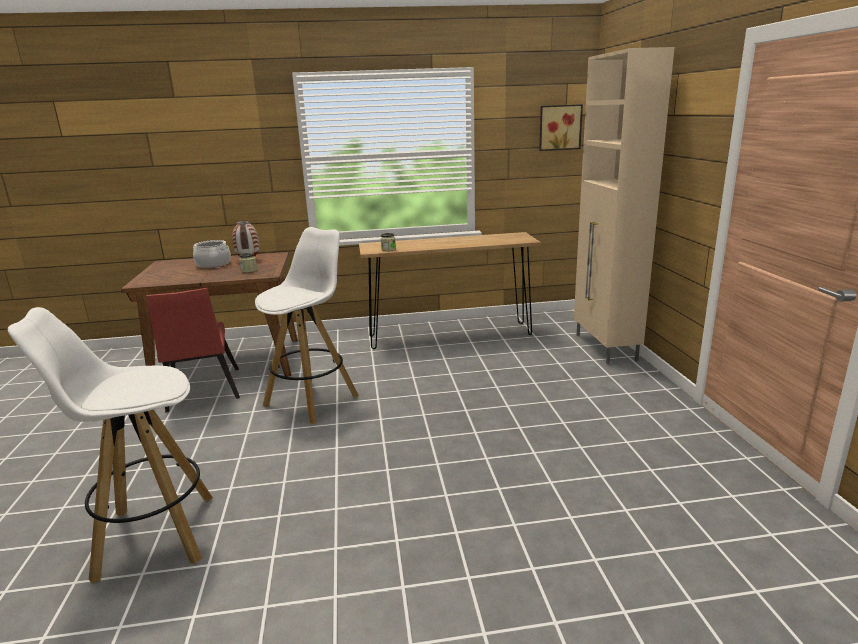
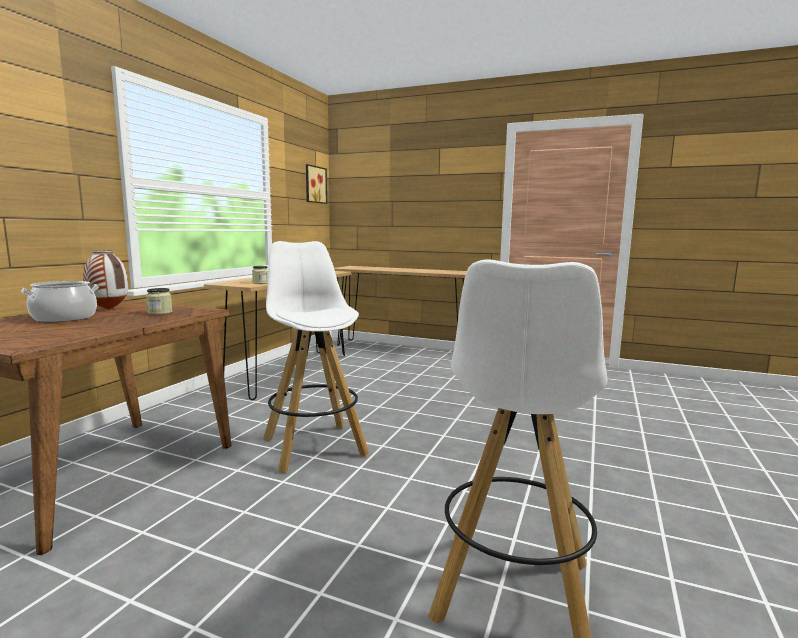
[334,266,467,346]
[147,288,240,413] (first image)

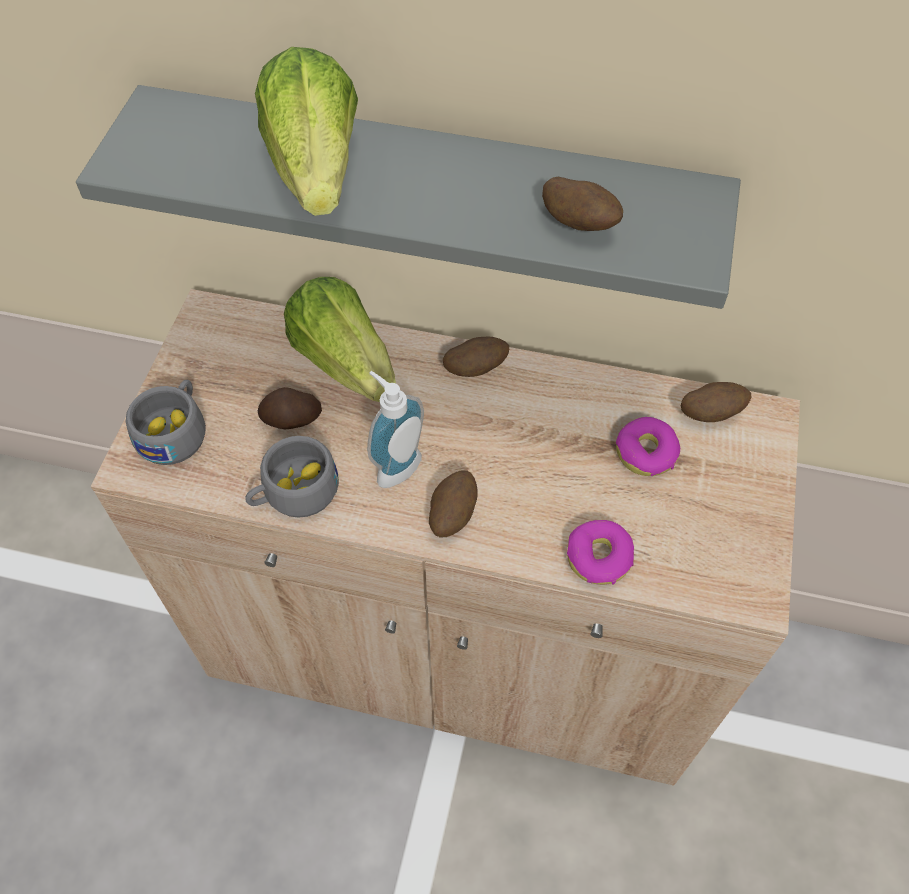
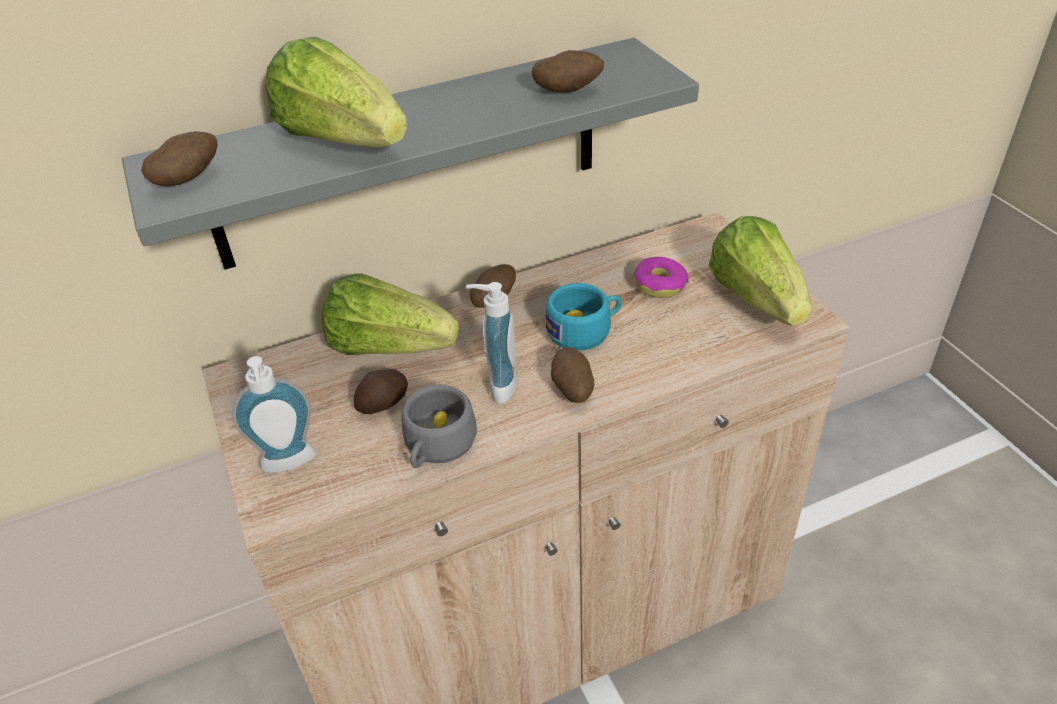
[141,131,218,187]
[232,356,316,473]
[545,283,622,351]
[709,216,811,326]
[567,520,634,585] (first image)

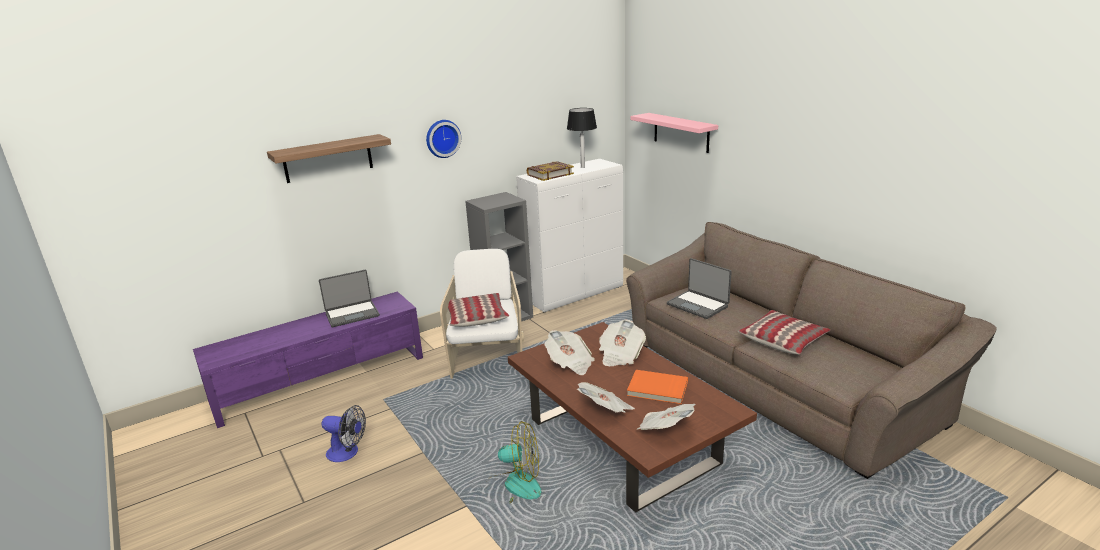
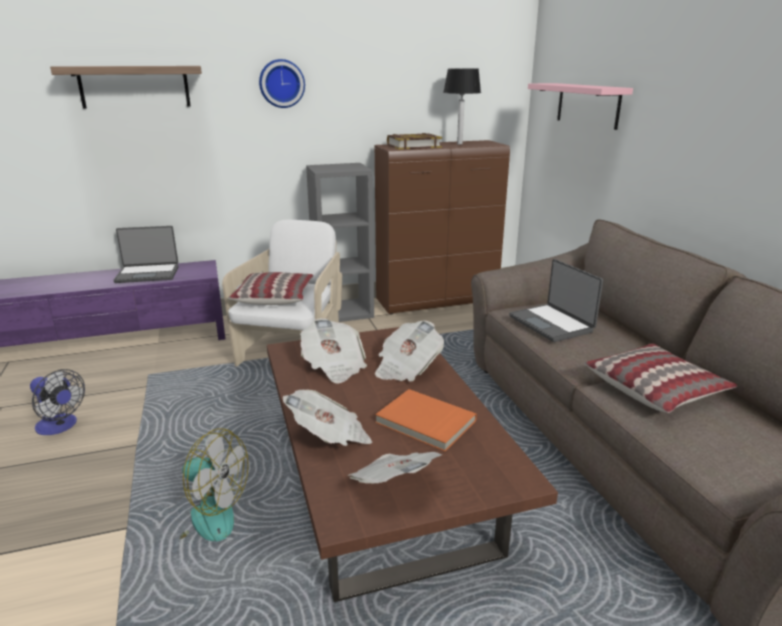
[375,140,510,315]

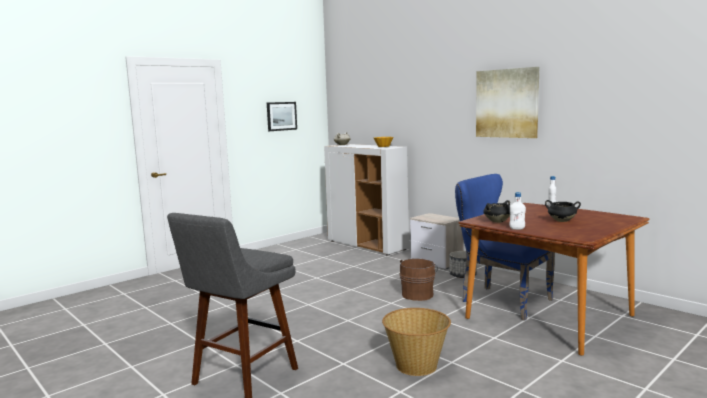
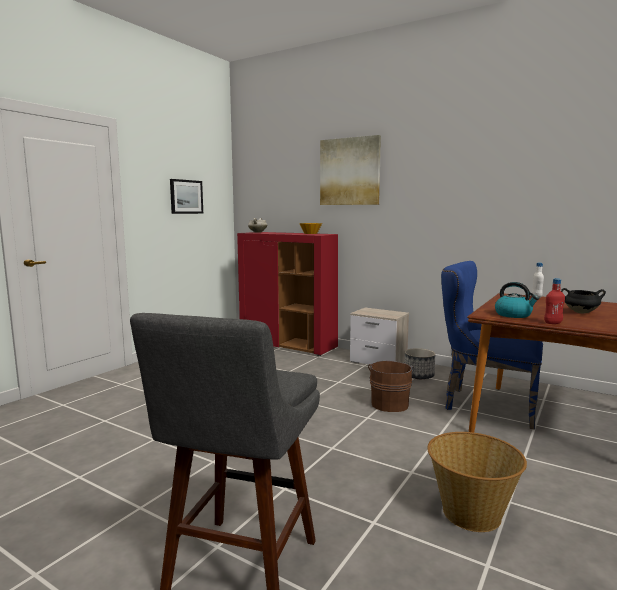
[237,232,338,356]
[320,135,381,205]
[495,282,539,318]
[544,278,565,324]

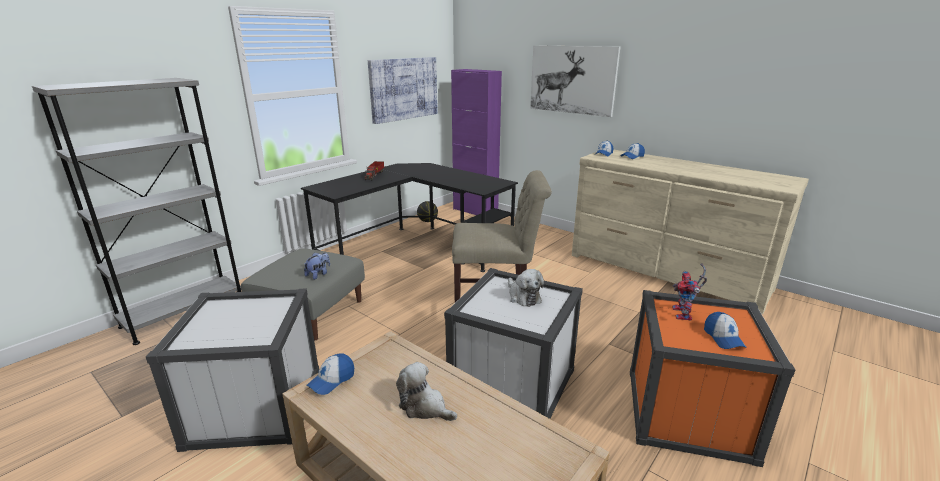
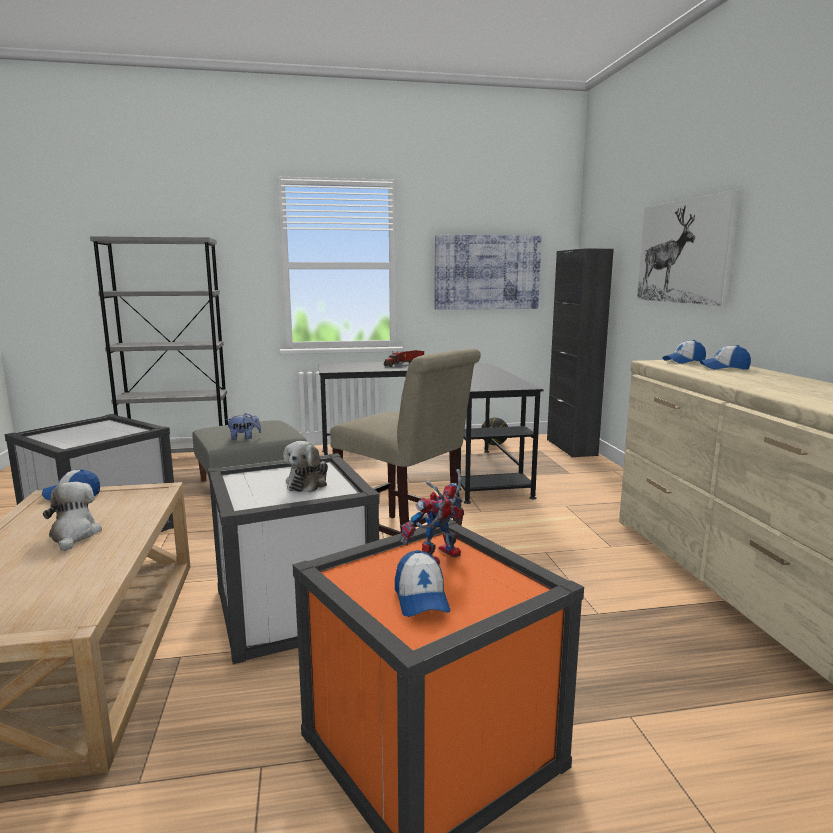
[395,550,451,617]
[547,248,614,457]

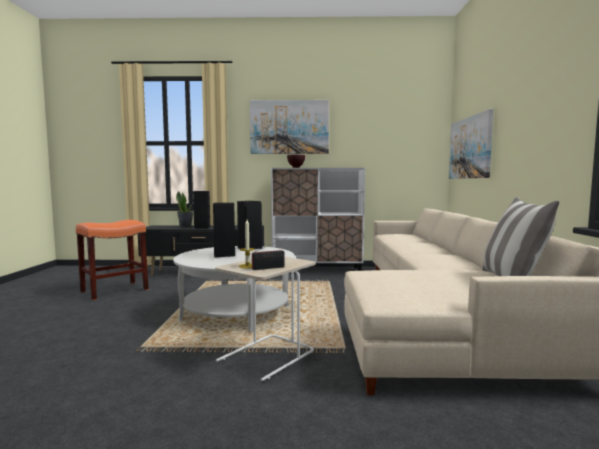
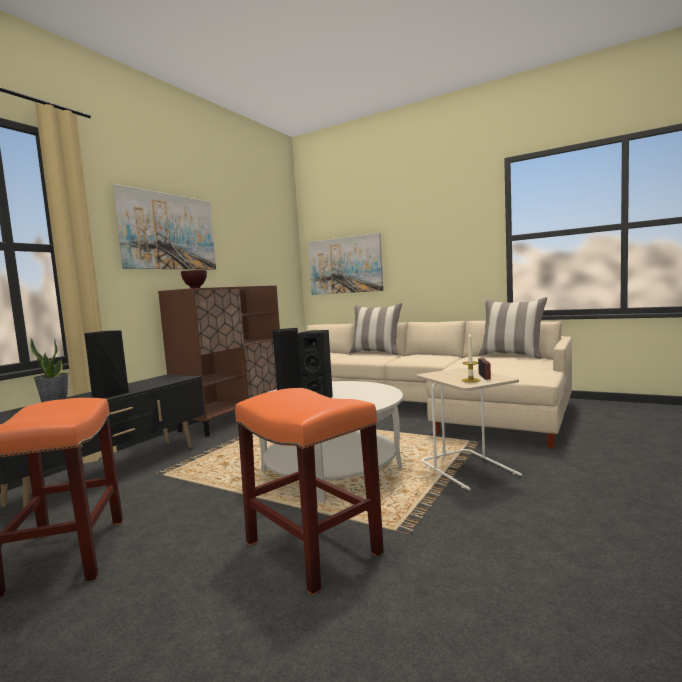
[158,286,280,436]
[235,388,384,595]
[349,303,402,355]

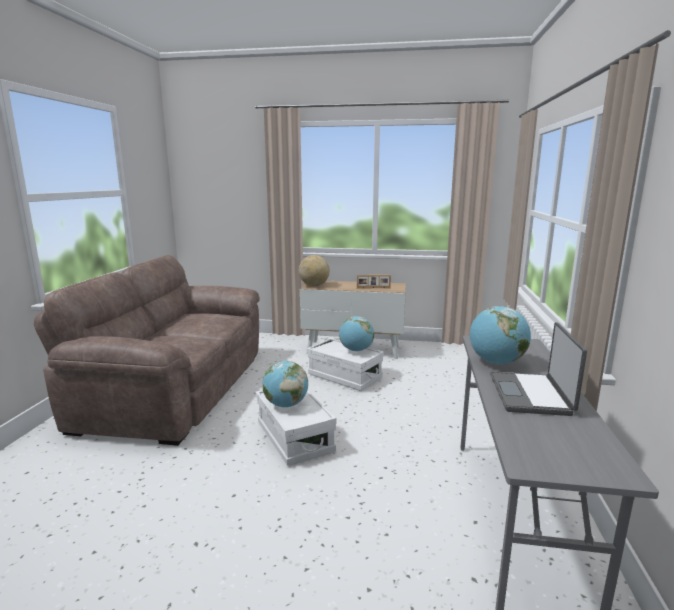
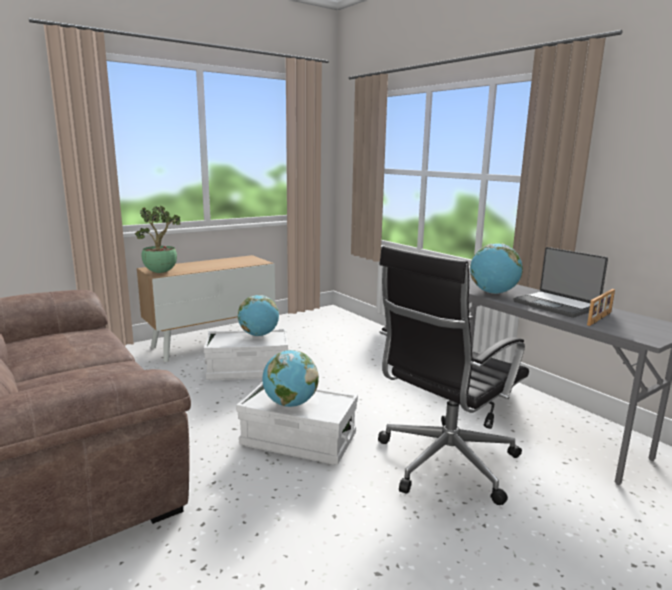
[135,205,181,273]
[378,246,529,505]
[587,289,615,326]

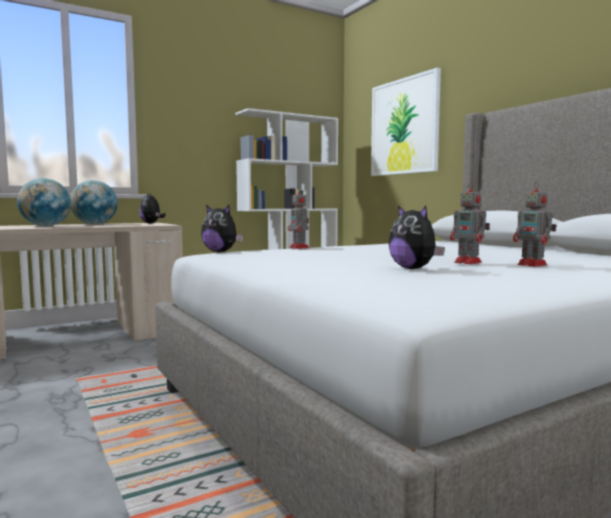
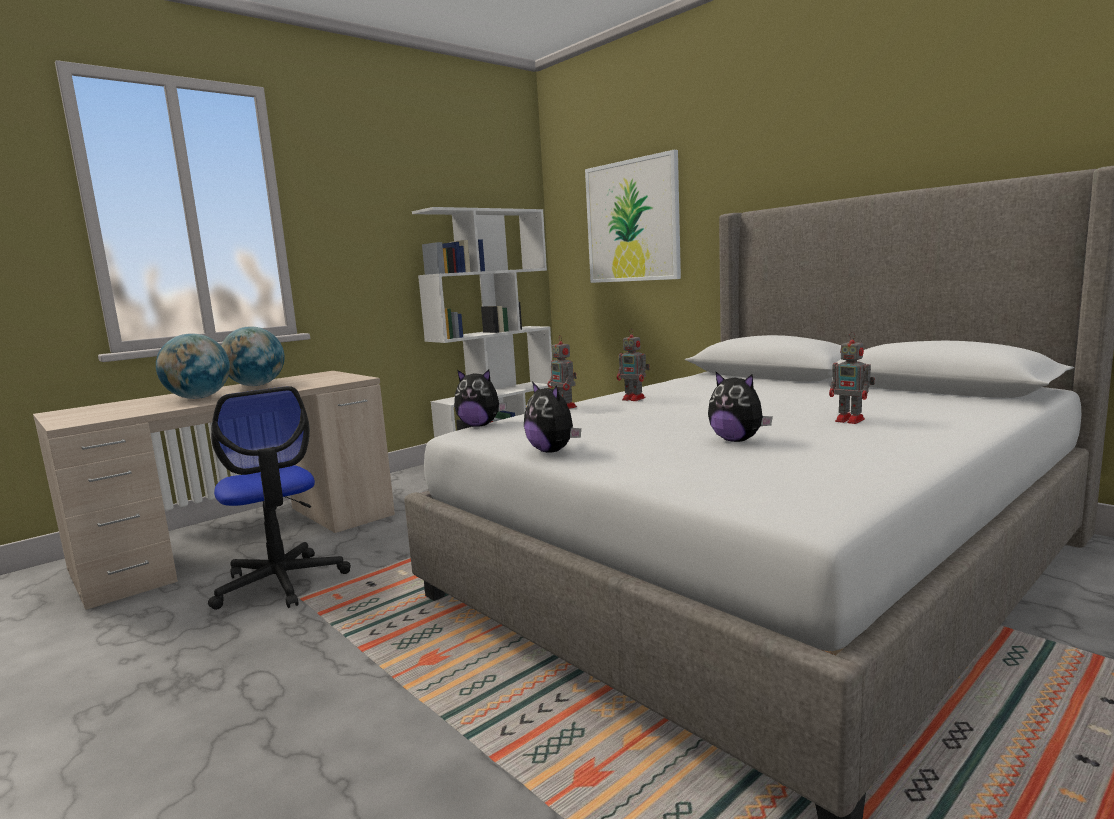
[208,386,351,610]
[524,382,581,452]
[617,329,650,401]

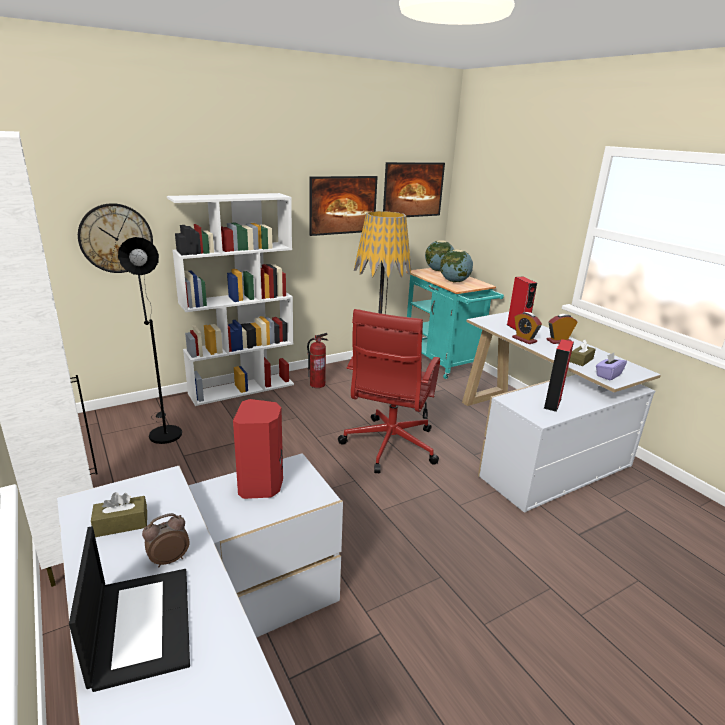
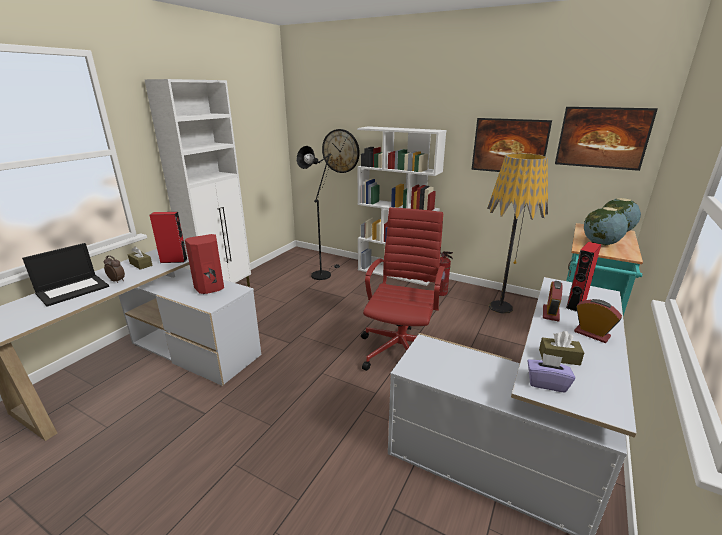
[150,212,187,263]
[361,207,445,371]

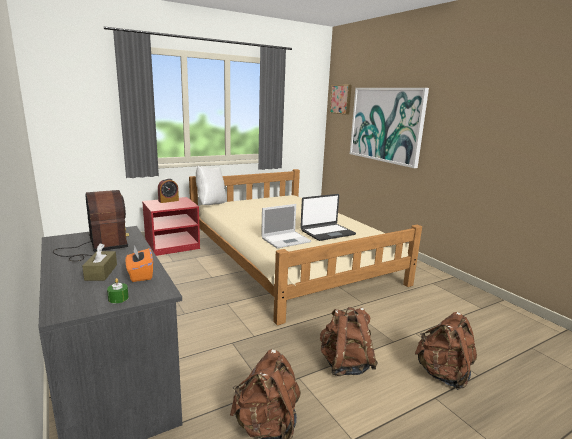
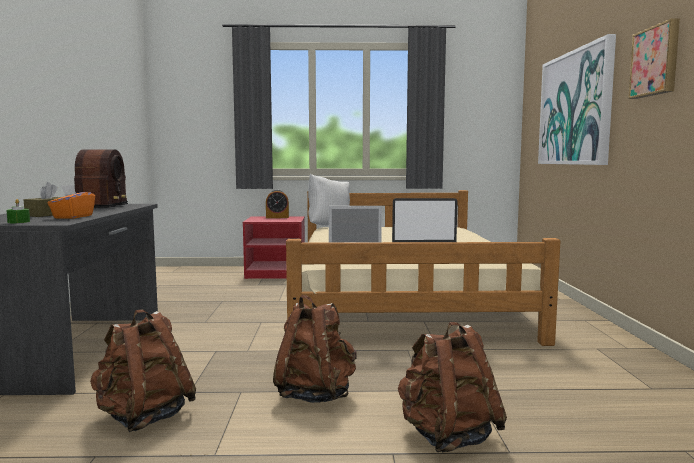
[628,18,680,99]

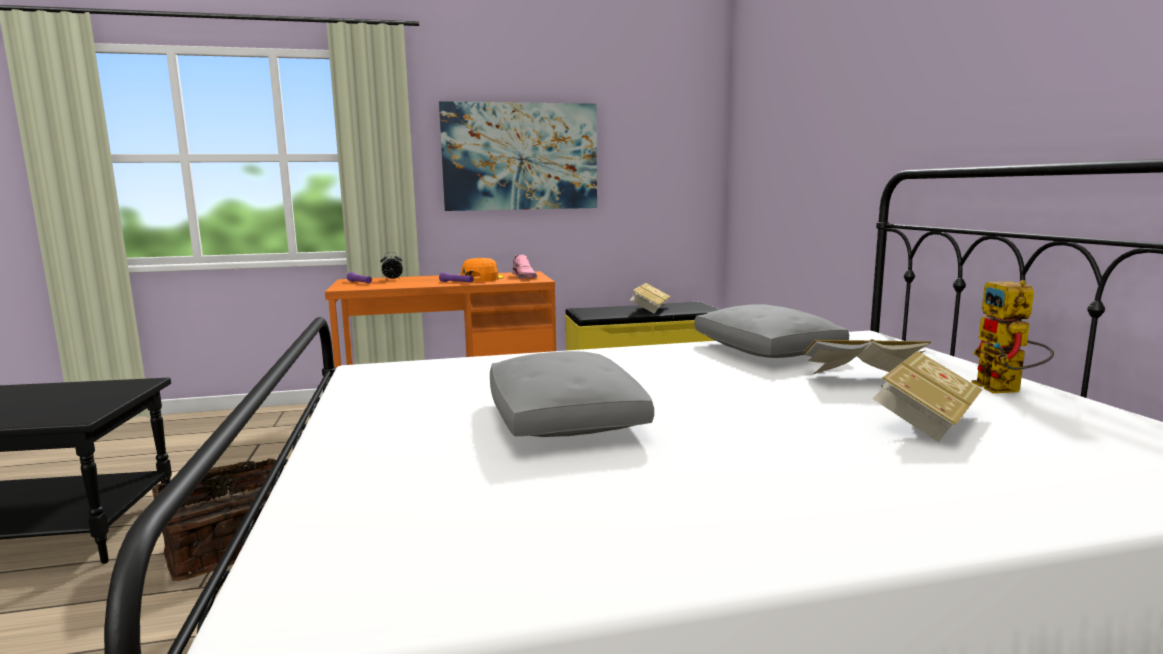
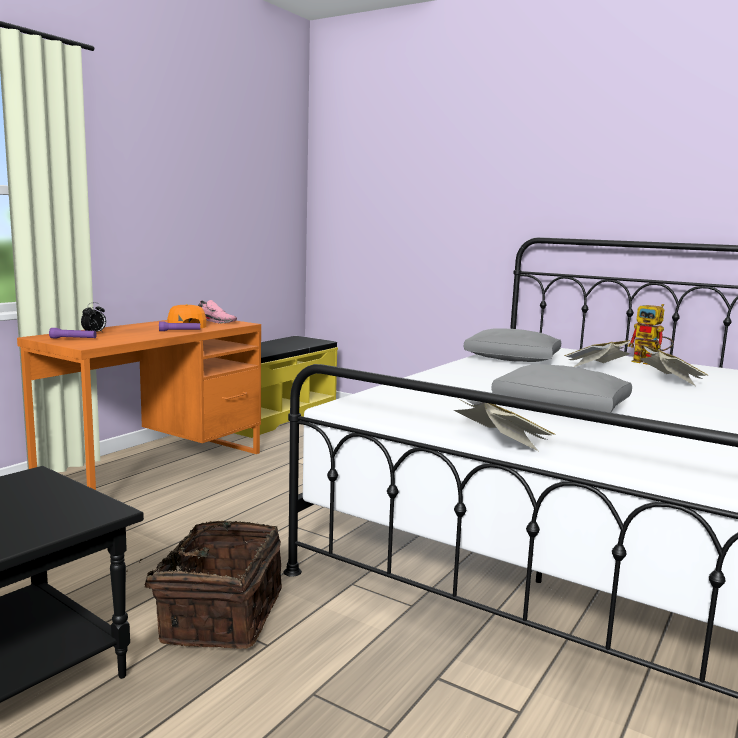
[453,398,556,451]
[439,101,597,211] (first image)

